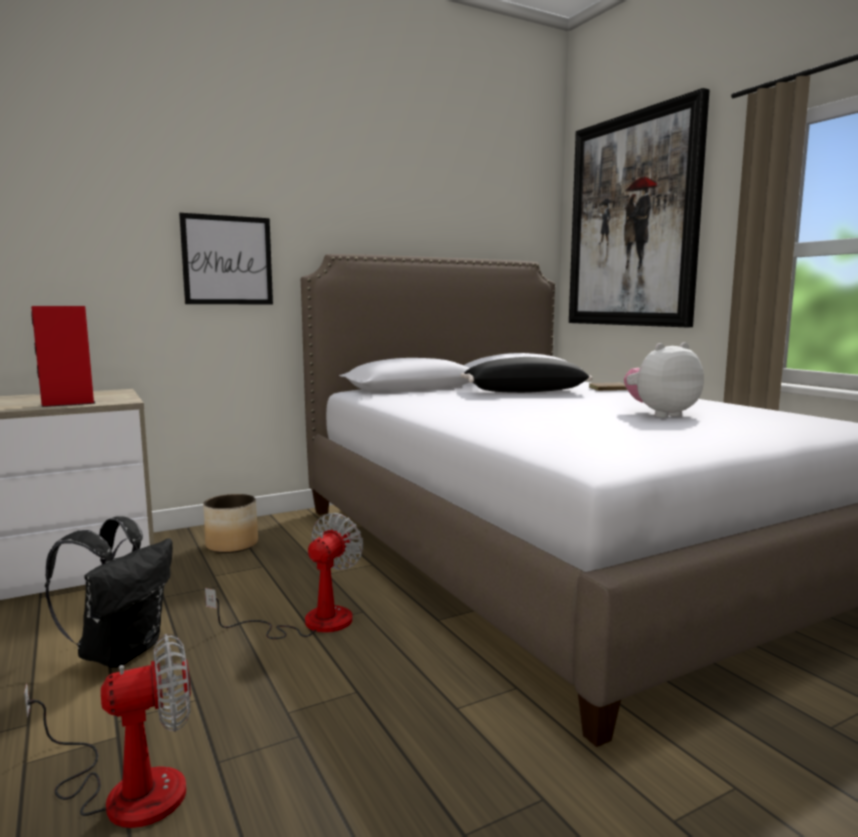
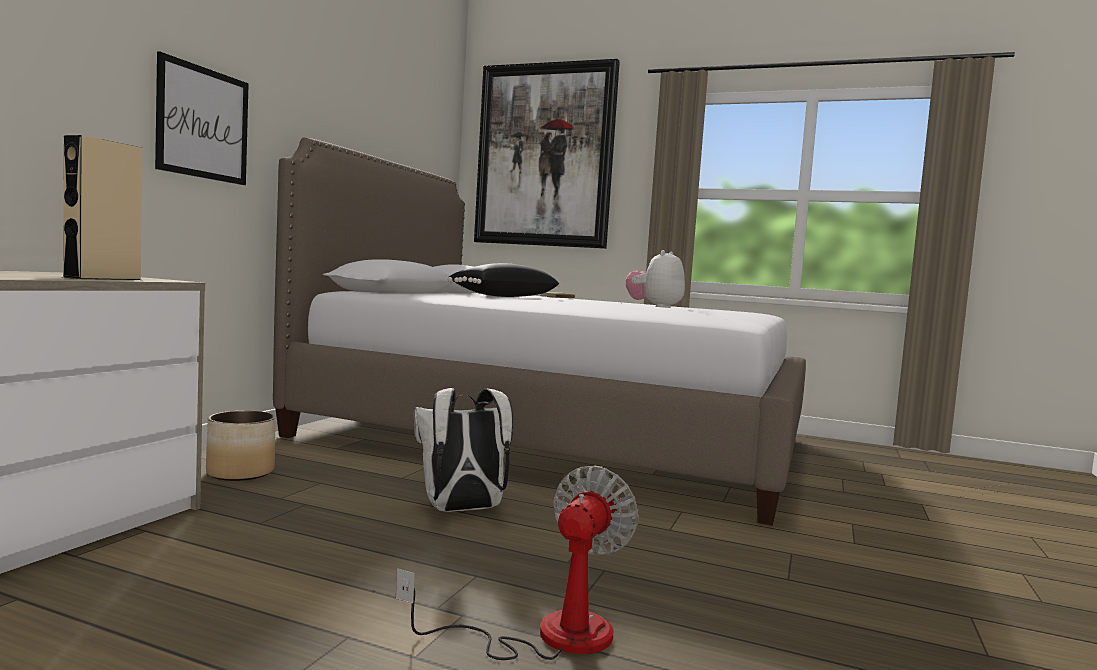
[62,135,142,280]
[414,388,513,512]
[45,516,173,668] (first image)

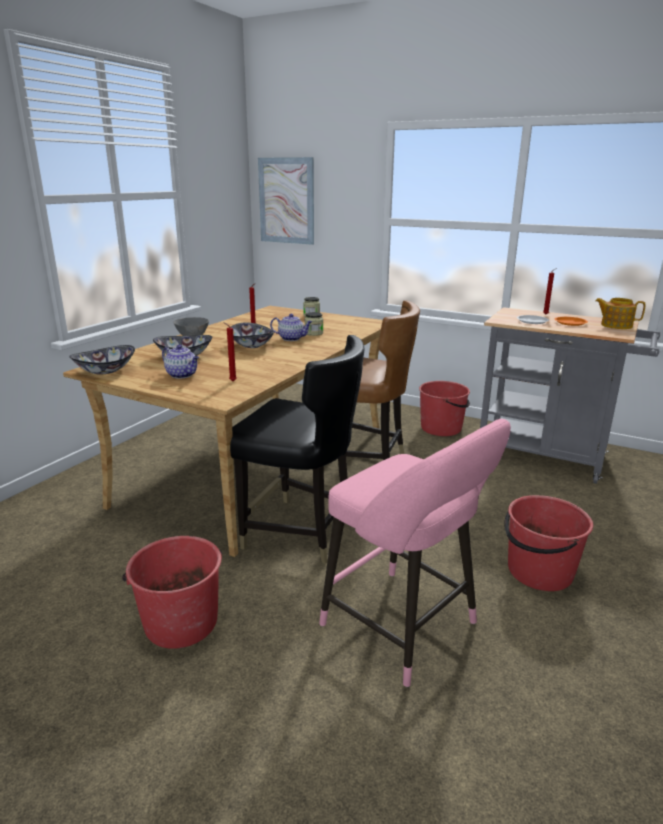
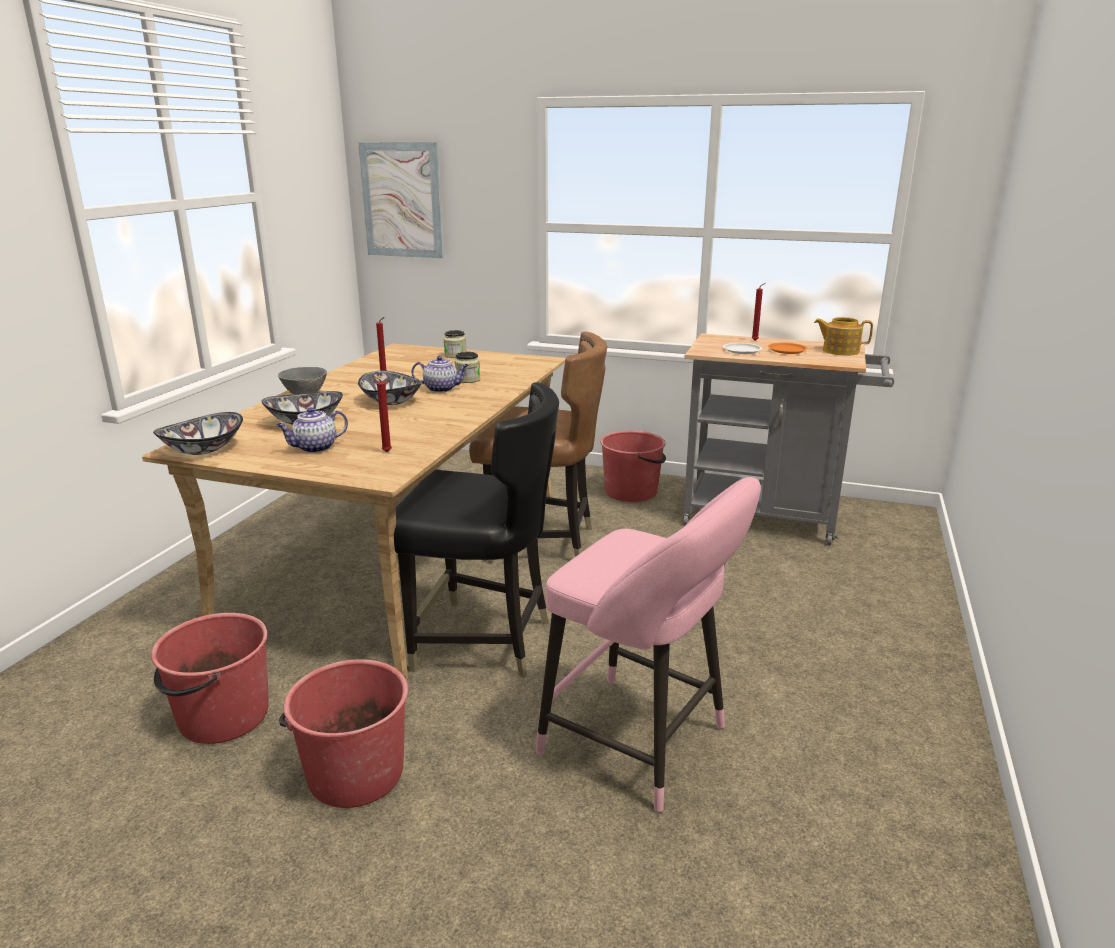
[151,613,268,744]
[276,407,348,453]

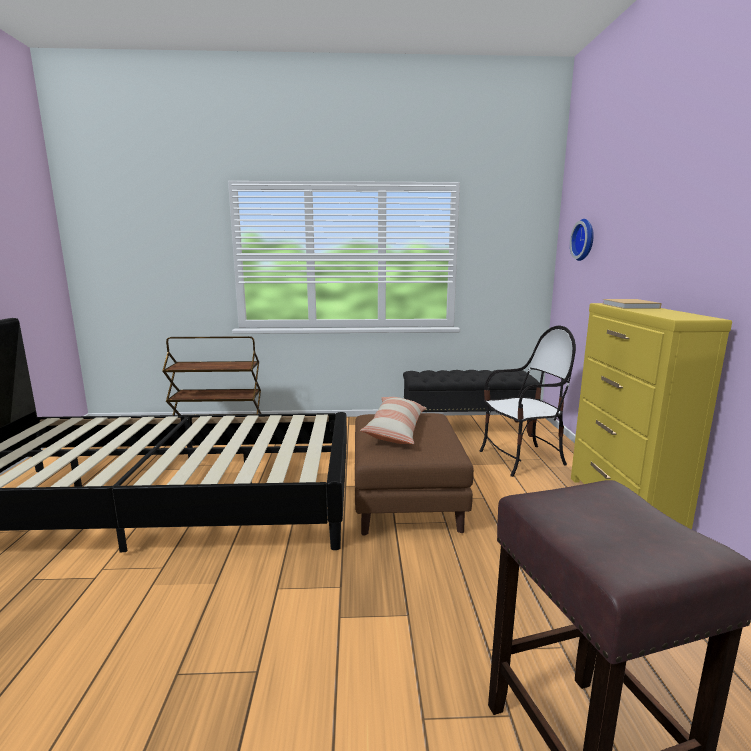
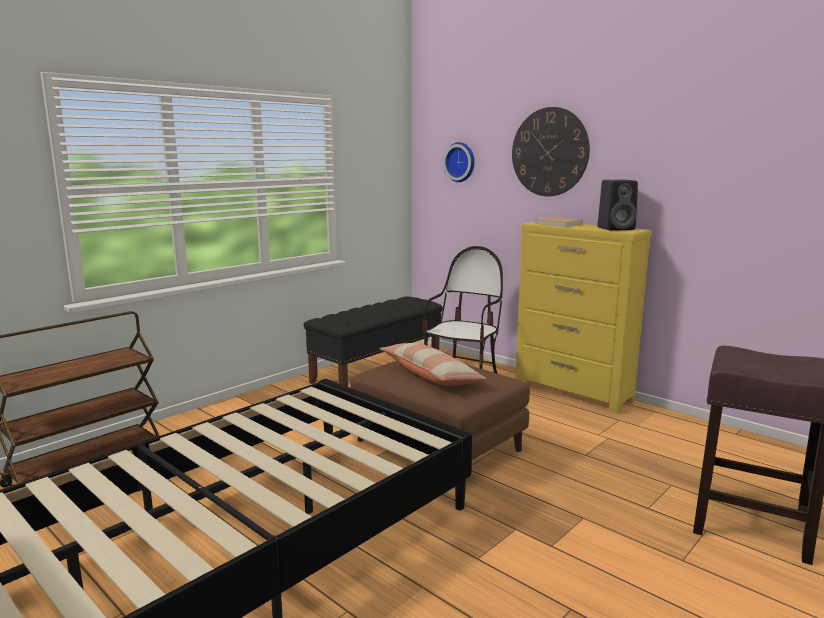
[512,107,590,196]
[598,180,638,231]

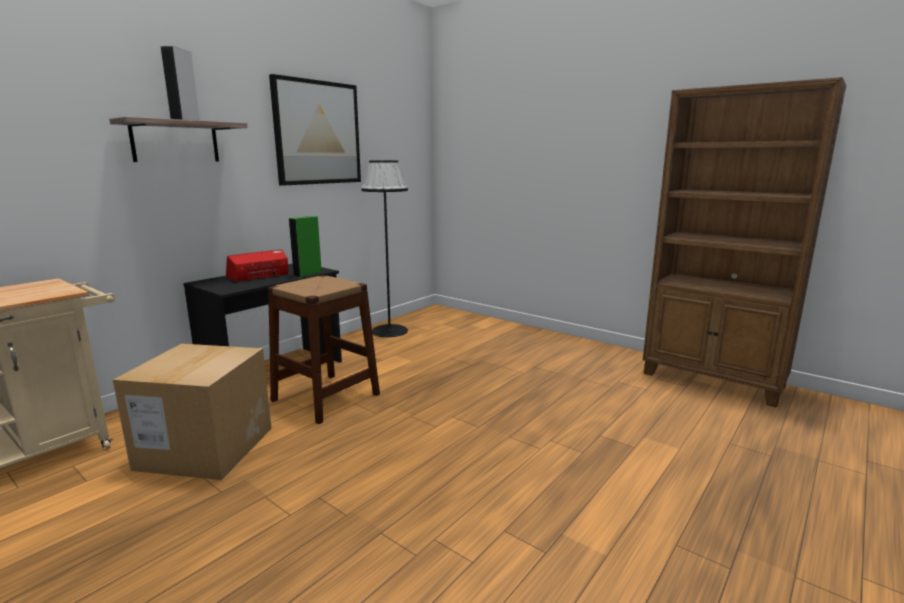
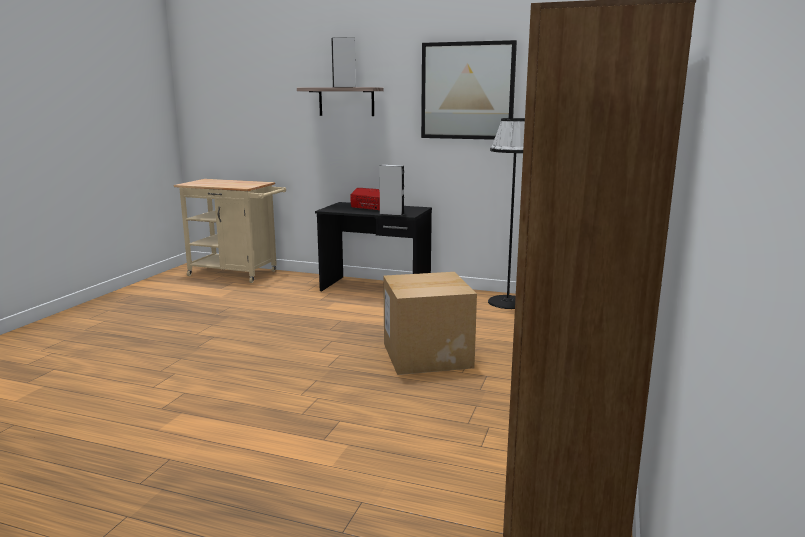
[379,165,404,216]
[383,272,477,375]
[268,275,380,424] (first image)

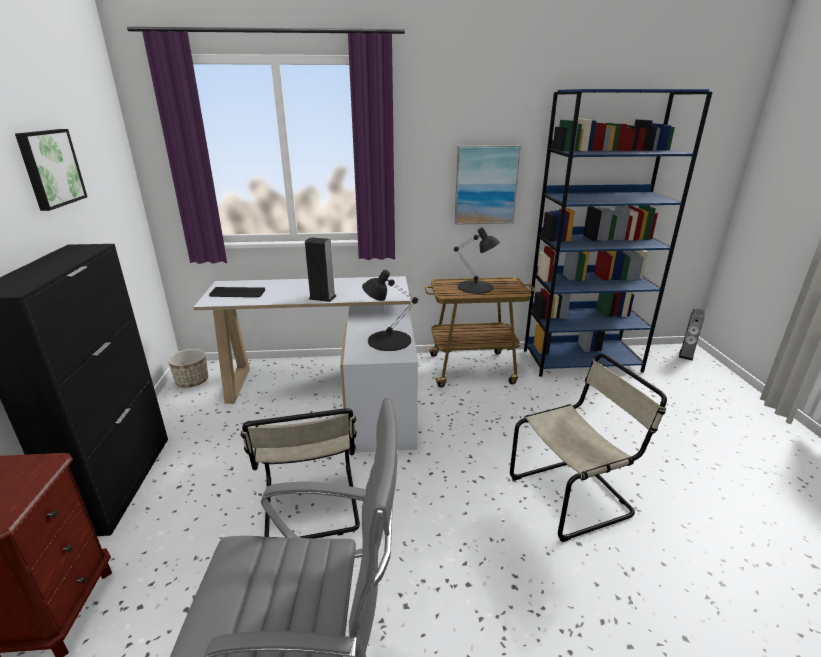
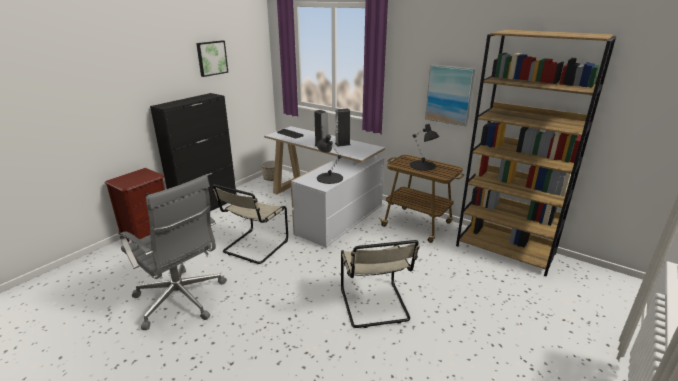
[335,108,351,147]
[341,240,420,328]
[456,30,616,277]

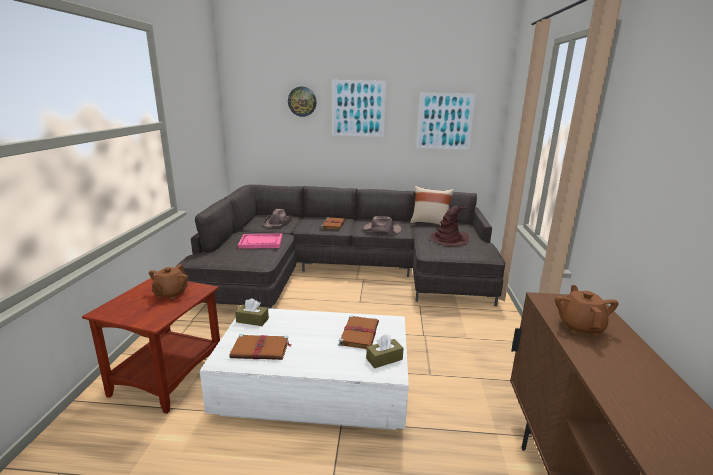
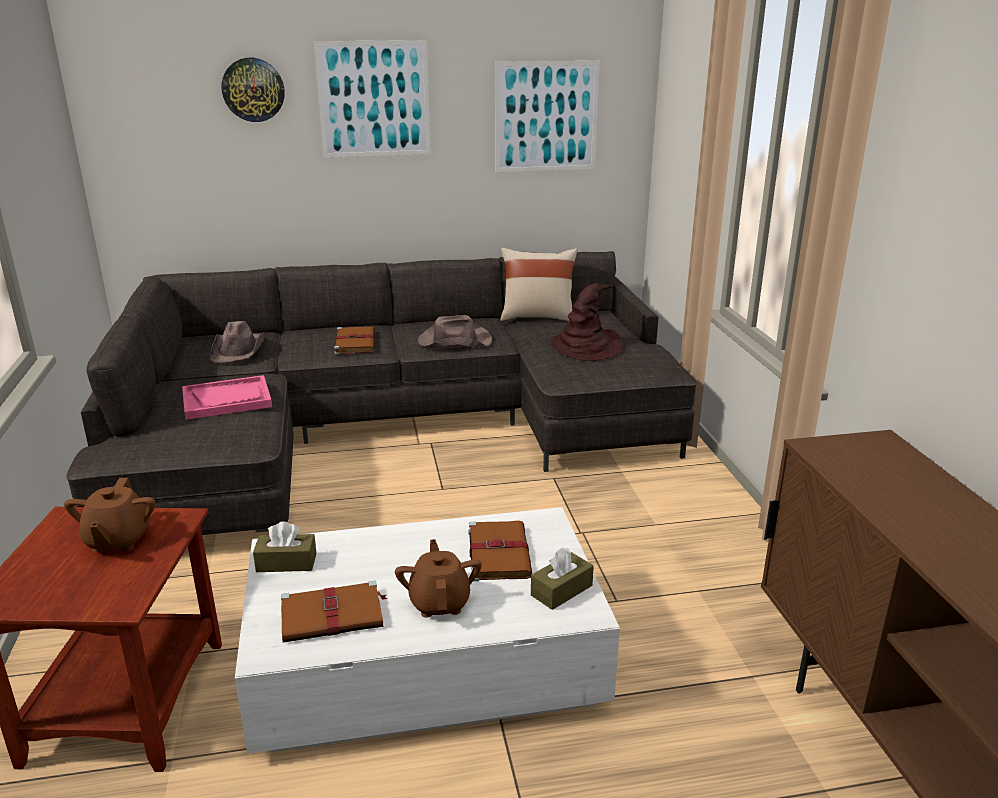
[395,539,482,618]

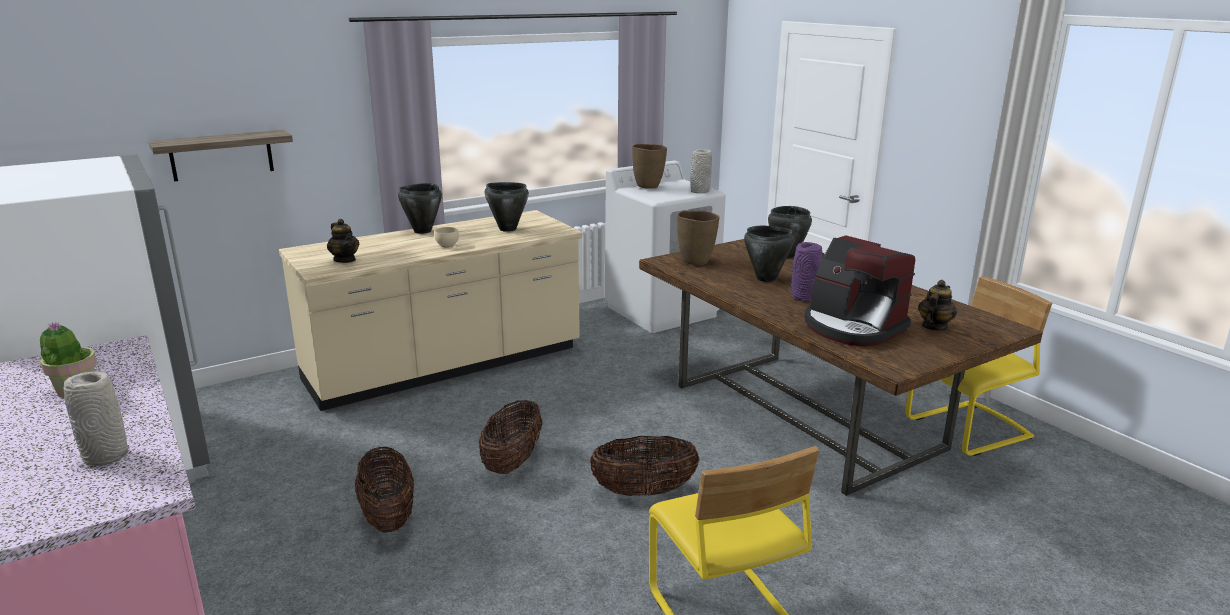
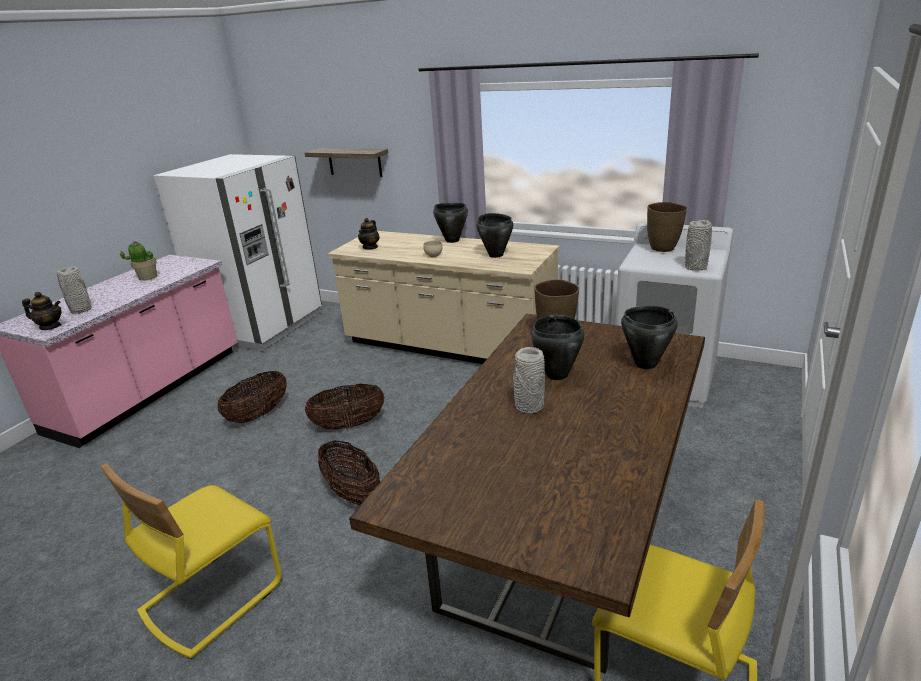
[22,292,62,330]
[513,347,545,414]
[804,236,915,347] (first image)

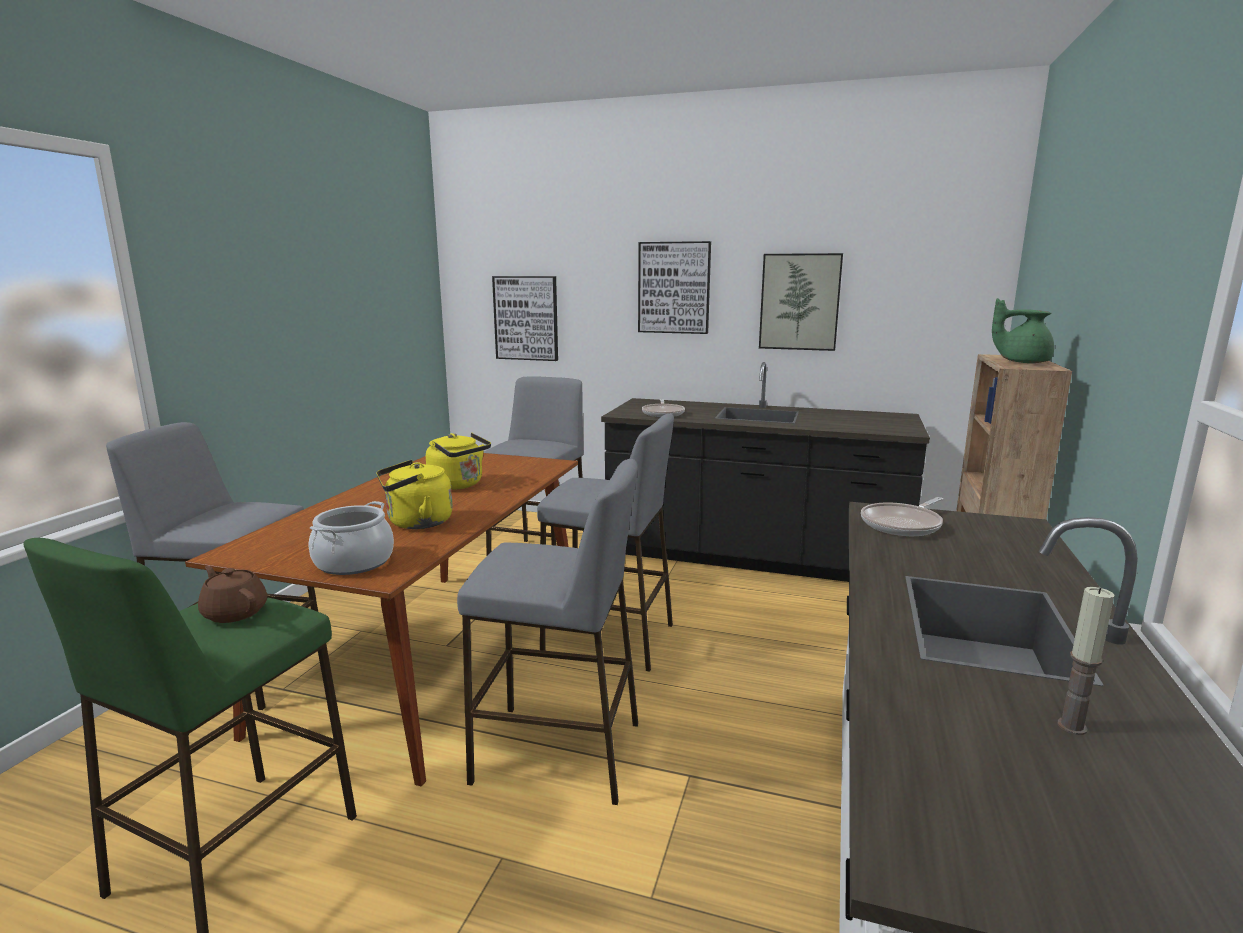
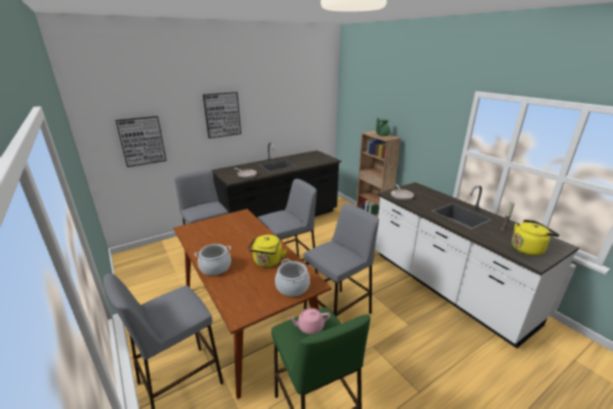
[194,244,231,276]
[288,308,331,334]
[512,220,559,256]
[759,253,843,351] (first image)

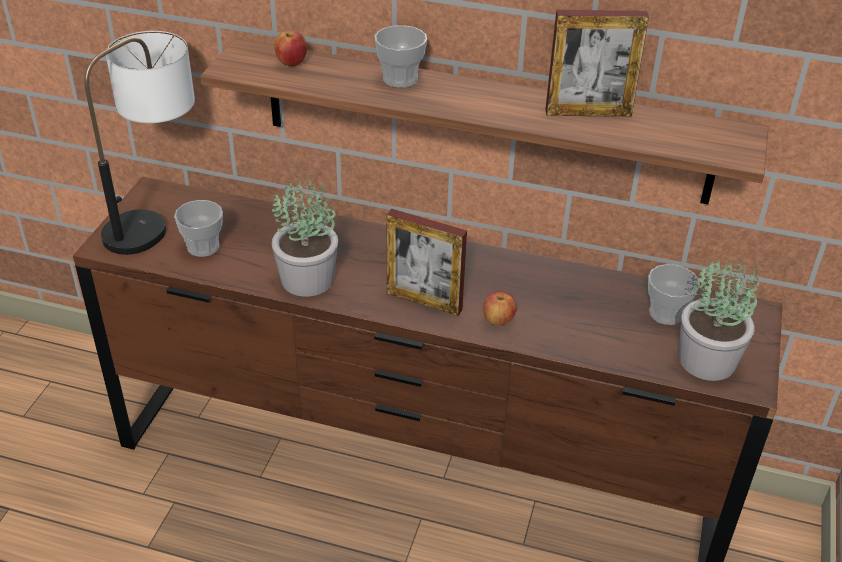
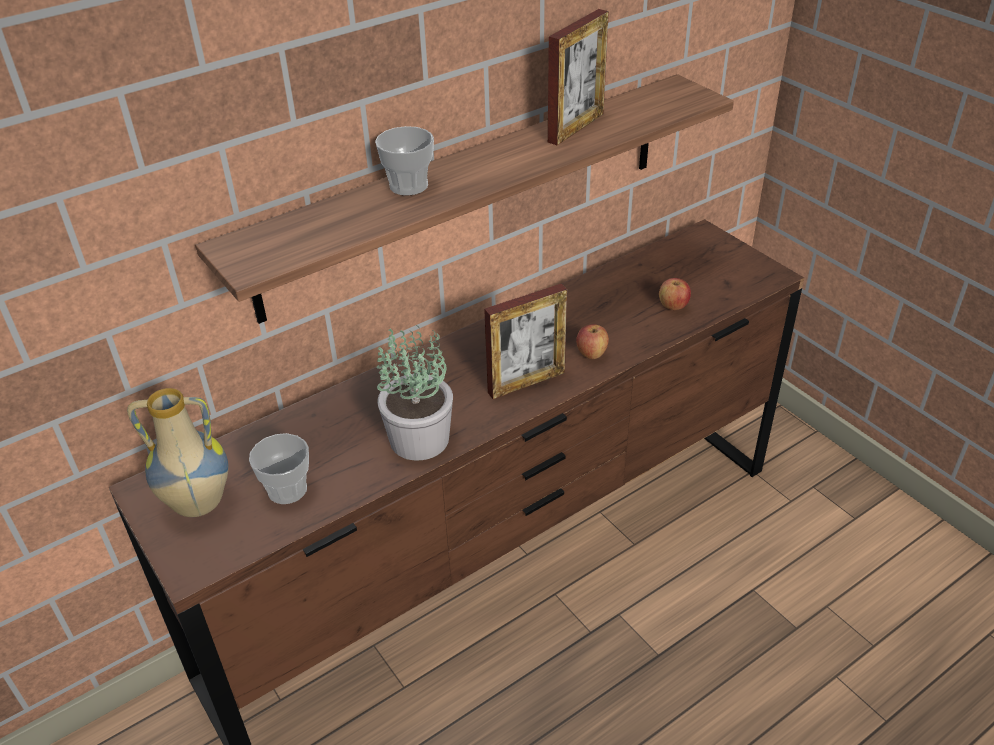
[127,388,228,517]
[659,278,691,310]
[648,264,700,325] (first image)
[679,259,759,381] (first image)

